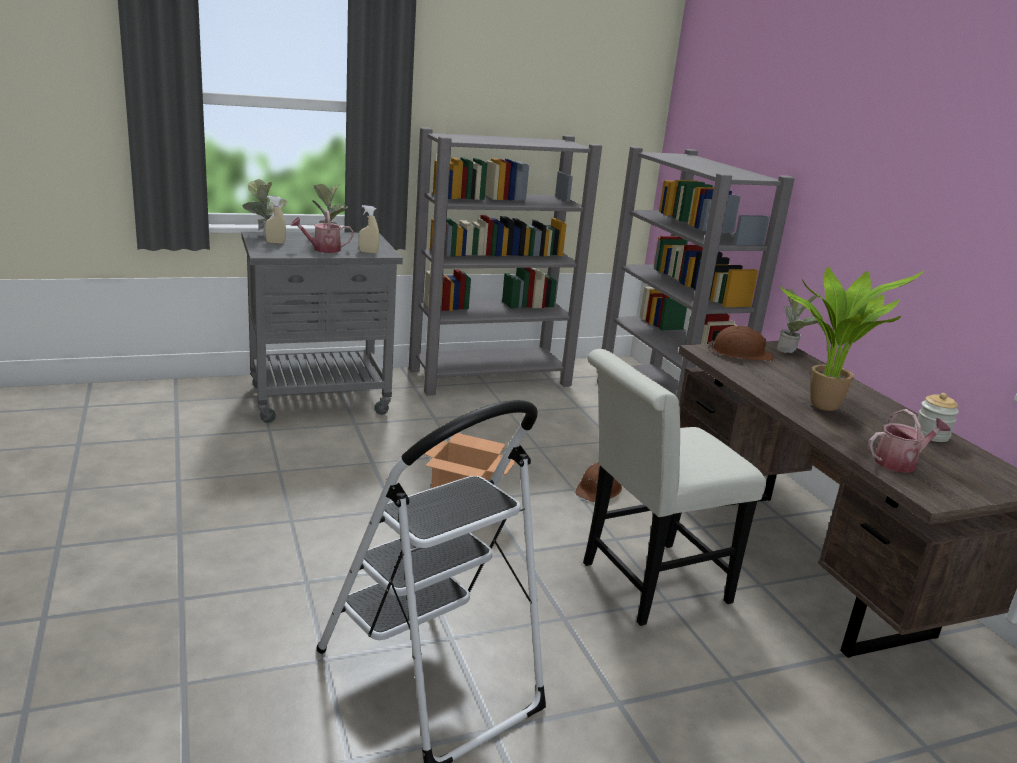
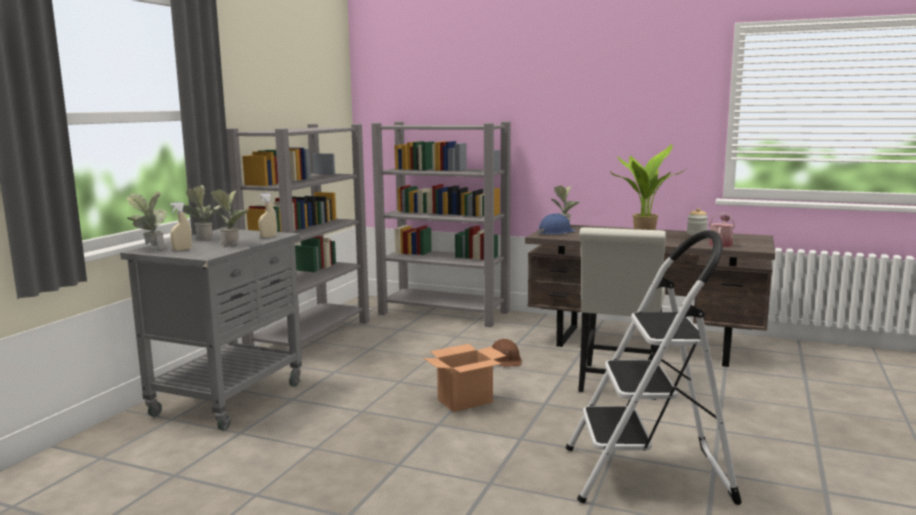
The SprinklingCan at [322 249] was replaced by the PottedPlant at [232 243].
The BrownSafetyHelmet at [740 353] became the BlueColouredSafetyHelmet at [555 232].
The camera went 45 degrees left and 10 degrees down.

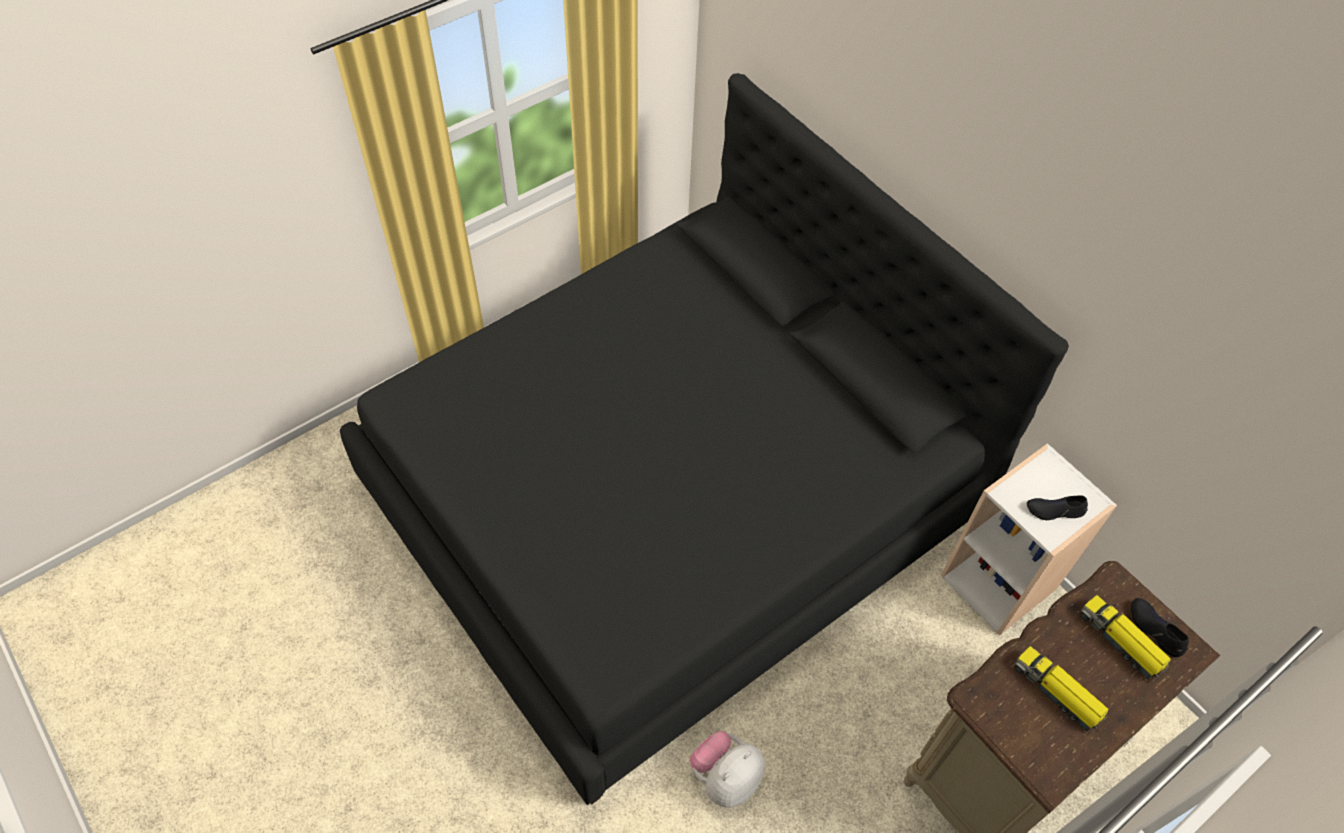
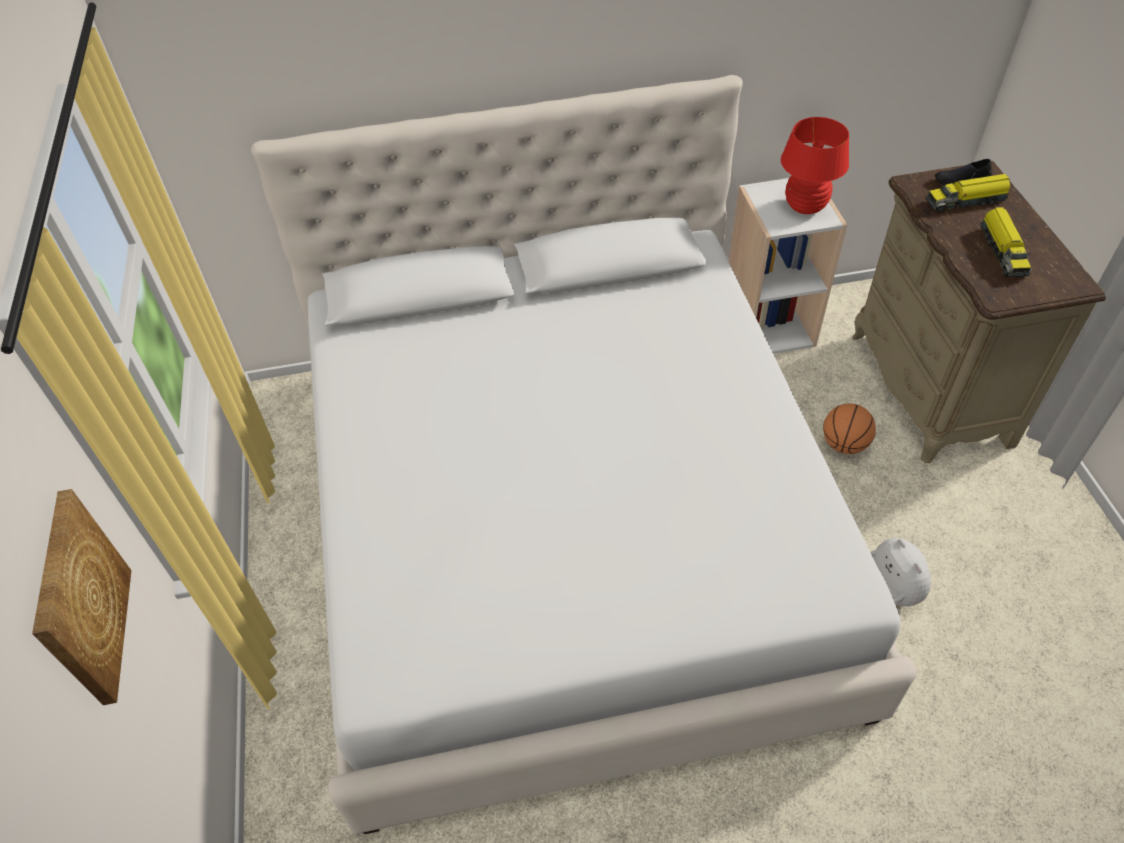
The WallPicture at [80 599] appeared.
The Basketball at [844 444] appeared.
The BlackColouredLowShoe at [1054 510] was replaced by the RedColouredLampForATable at [805 207].
The BlackColouredBedroomBed at [669 498] became the WhiteBedroomBed at [566 522].
The ToyLorry at [1058 693] turned 75 degrees counterclockwise.
The camera went 60 degrees left and 5 degrees down.

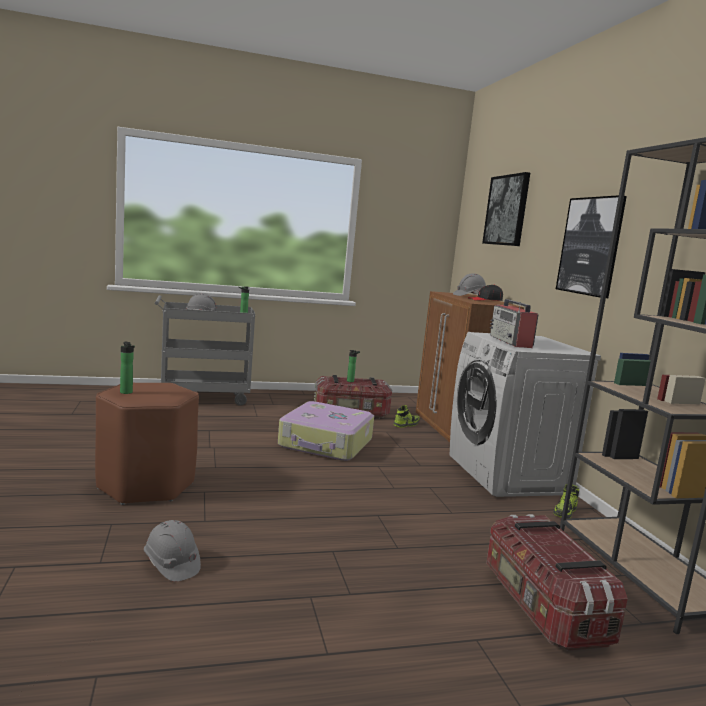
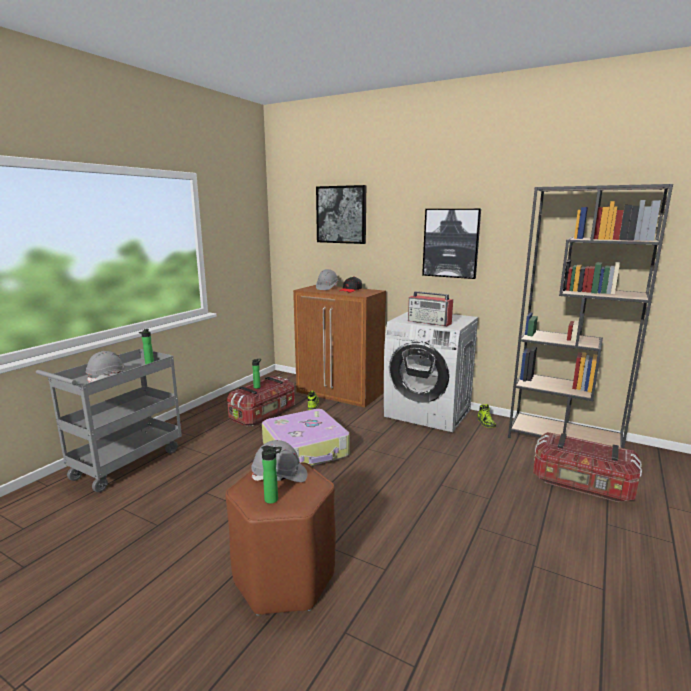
The GraySafetyHelmet moved from [171 564] to [279 476].
The camera went 45 degrees left and 5 degrees up.

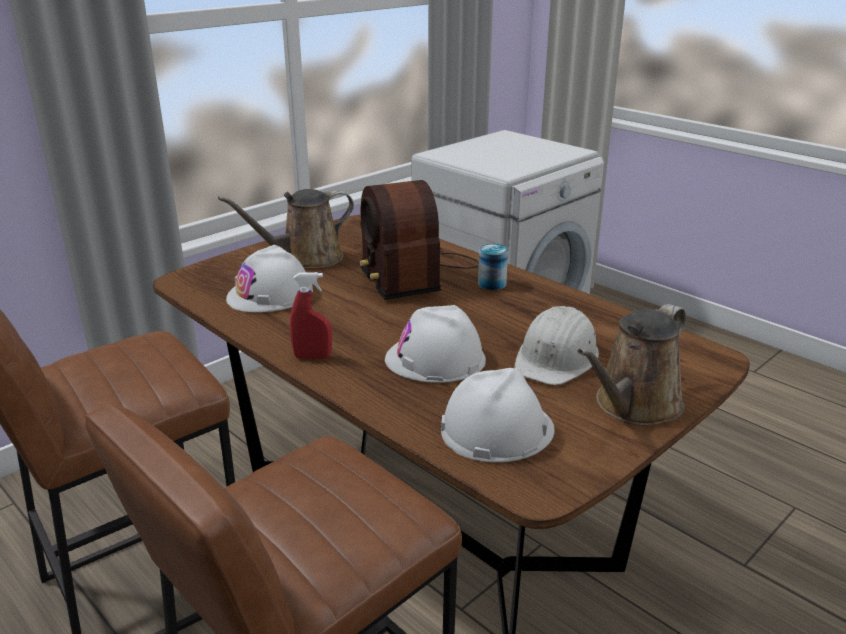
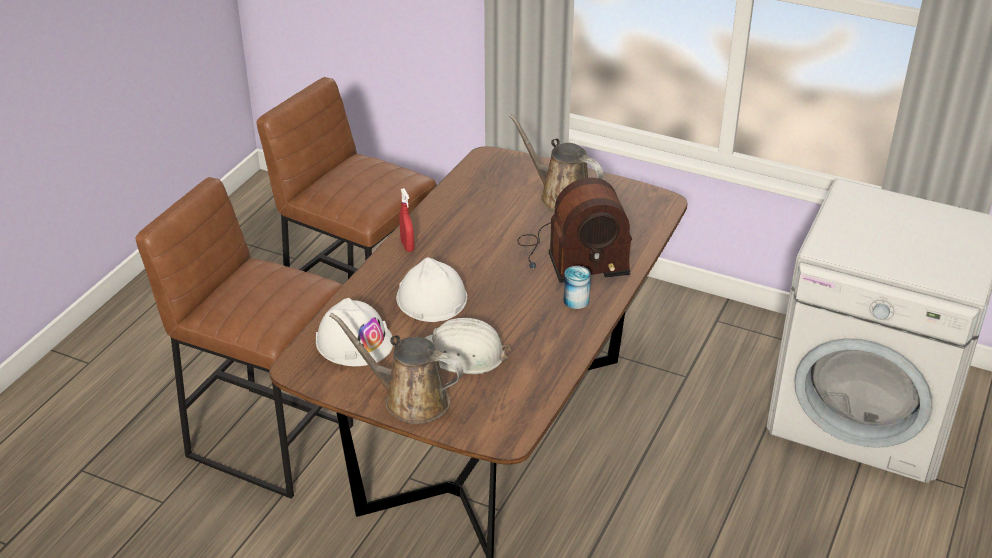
The WhiteSafetyHelmet at [270 294] disappeared.
The RadioReceiver at [414 273] turned 150 degrees counterclockwise.
The camera went 70 degrees right and 10 degrees up.

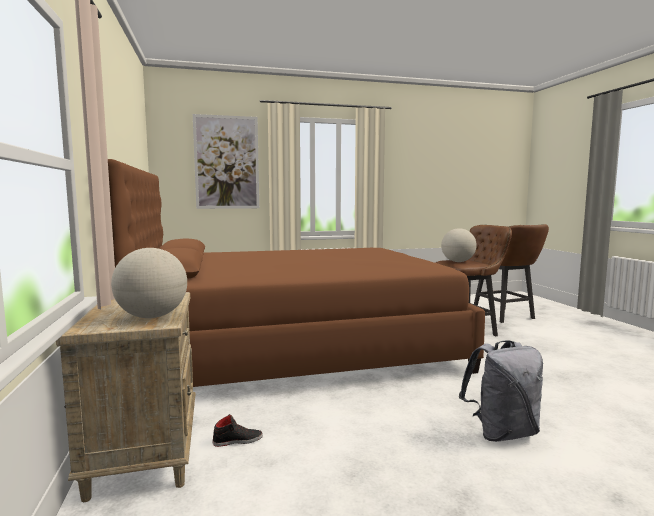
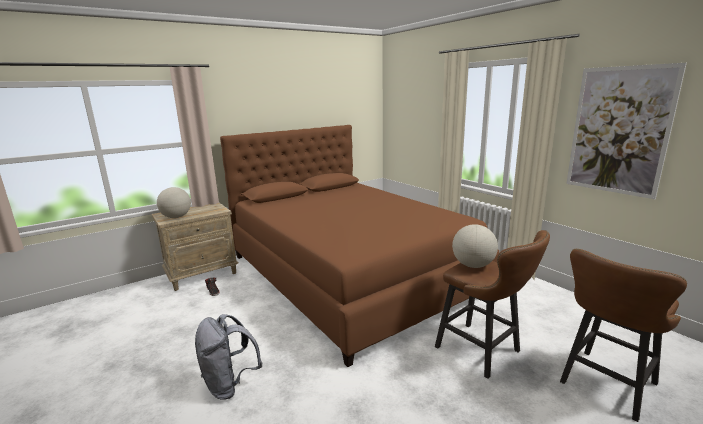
The WallPicture moved from [227 162] to [618 131].
The camera went 70 degrees right and 10 degrees up.

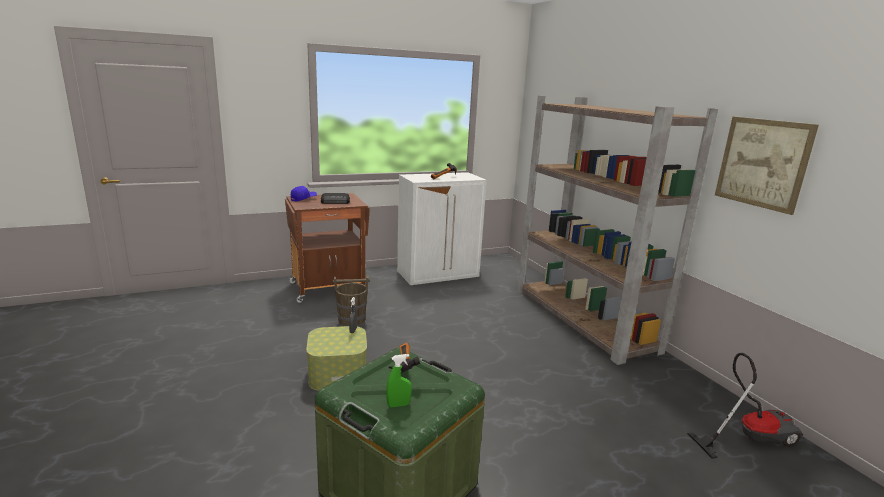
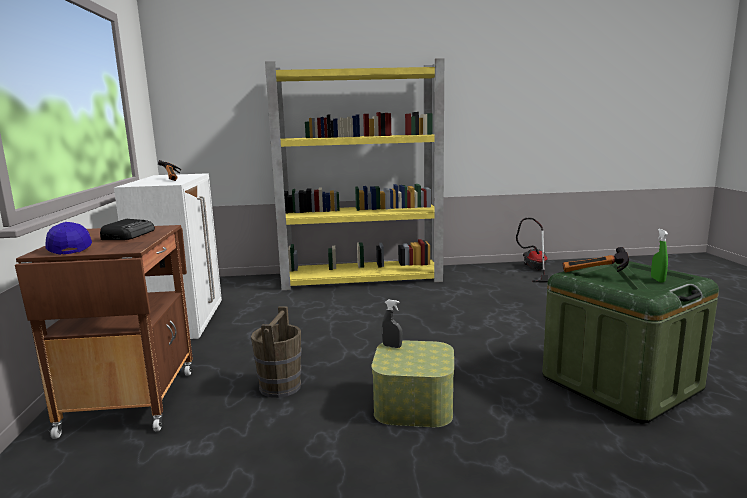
The WallPicture at [762 163] disappeared.
The BrownBookcase at [582 319] became the YellowishBookcase at [361 278].
The camera went 70 degrees left and 5 degrees down.

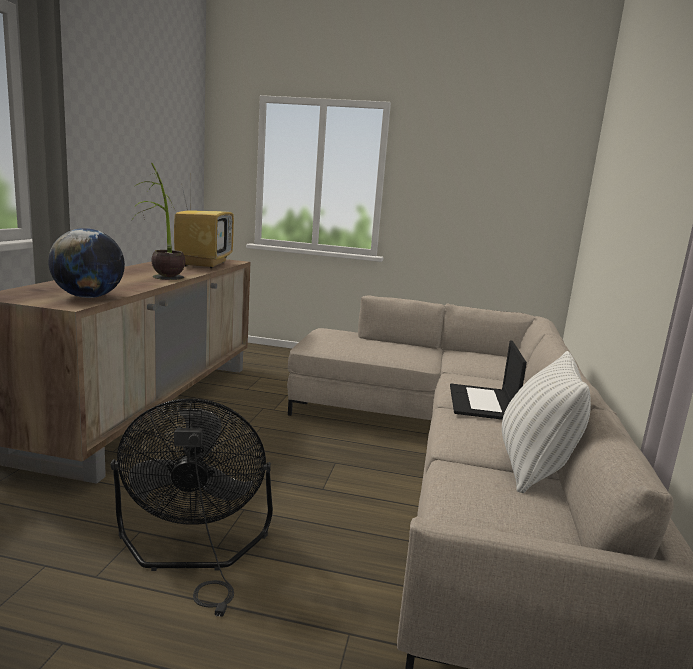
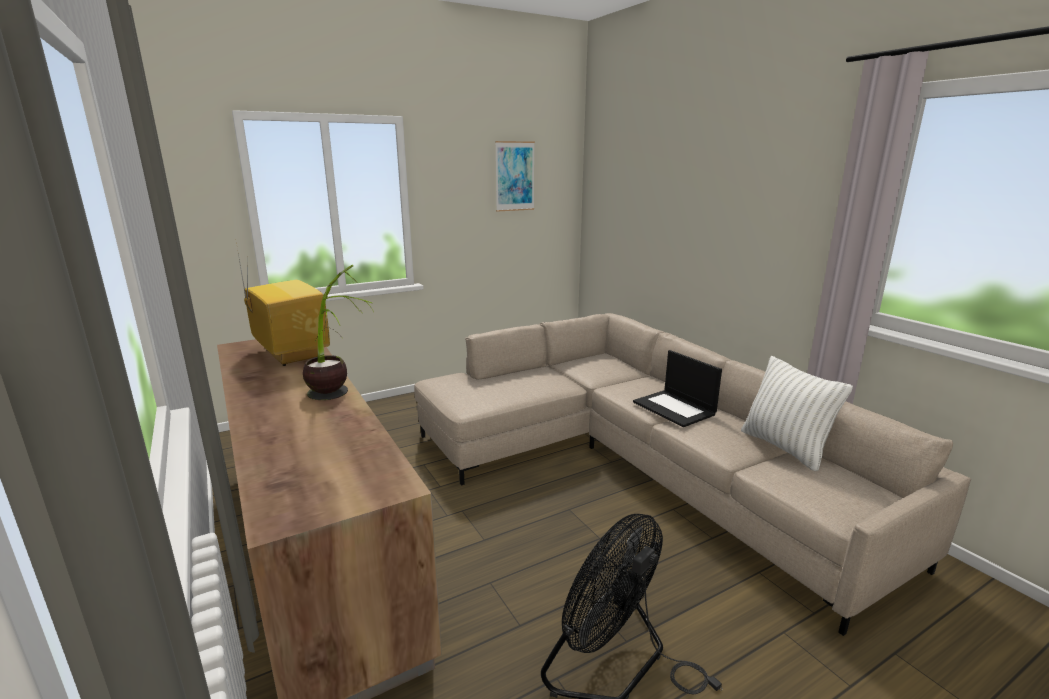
The WorldGlobe at [89 297] disappeared.
The WallPicture at [515 176] appeared.
The camera went 40 degrees left and 5 degrees up.

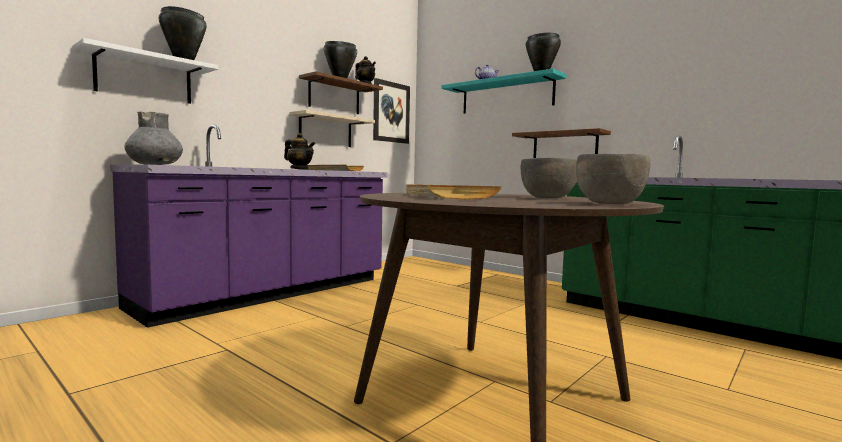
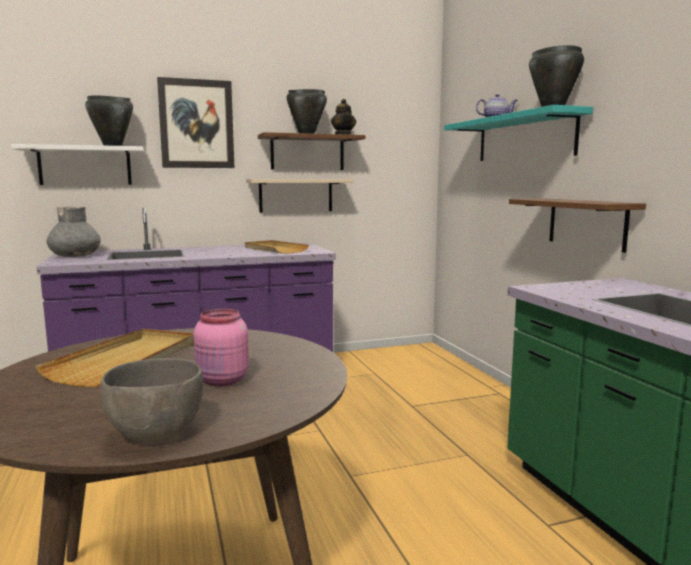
The Teapot at [299 169] disappeared.
The WallPicture moved from [391 112] to [196 124].
The GrayDeepDish at [548 198] was replaced by the PinkColouredStorageJar at [222 381].
The camera went 30 degrees right and 5 degrees up.

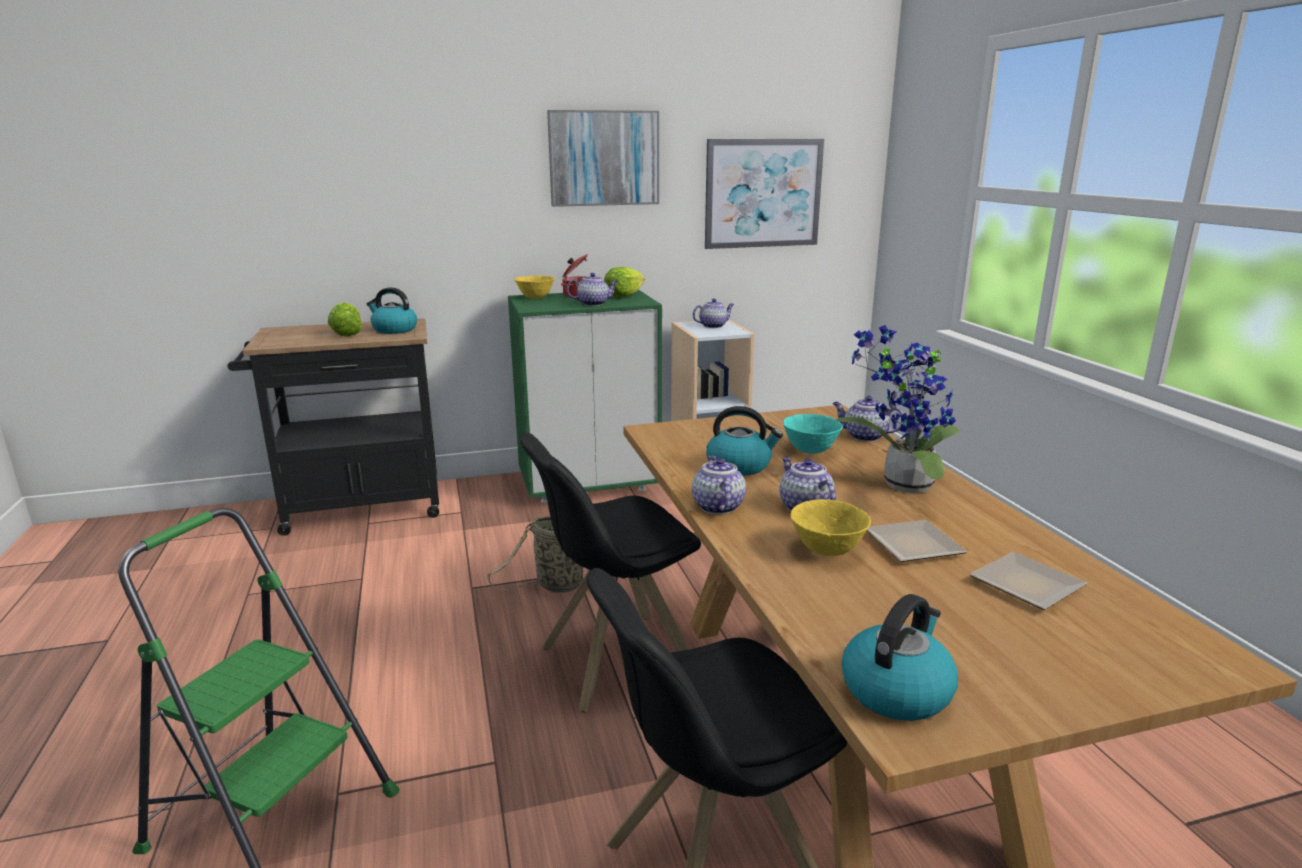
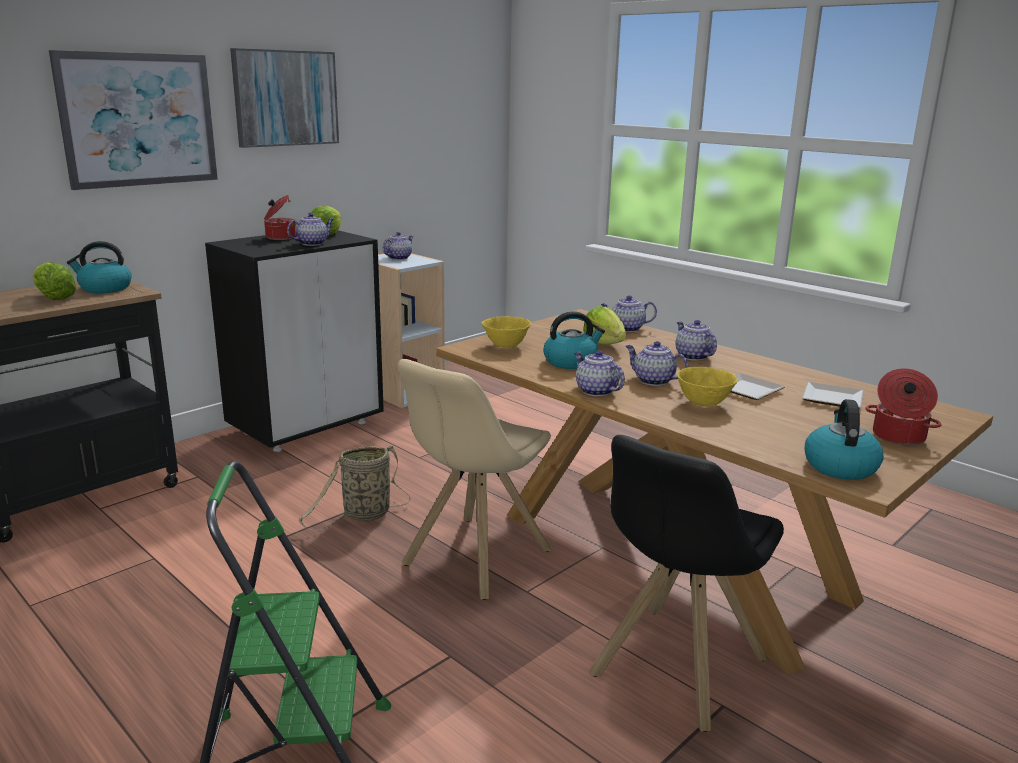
The CookingPot at [898 437] appeared.
The YellowishDeepDish moved from [535 298] to [505 346].
The WallPicture moved from [763 193] to [139 120].
The BlueGreenDeepDish at [810 450] was replaced by the Lettuce at [604 344].
The PottedPlant at [901 485] was replaced by the Teapot at [692 356].
The GreenCupboard at [589 484] became the BlackColouredCupboard at [307 427].
The BlackColouredUprightChair at [617 661] became the SandColouredUprightChair at [475 557].
The camera went 30 degrees left and 0 degrees up.

